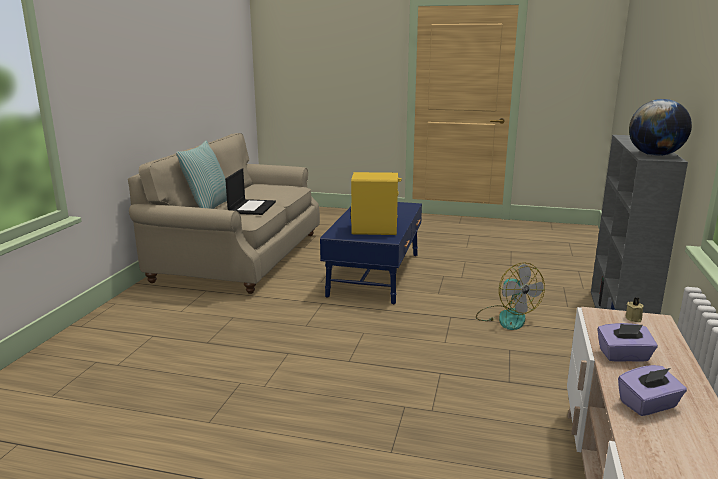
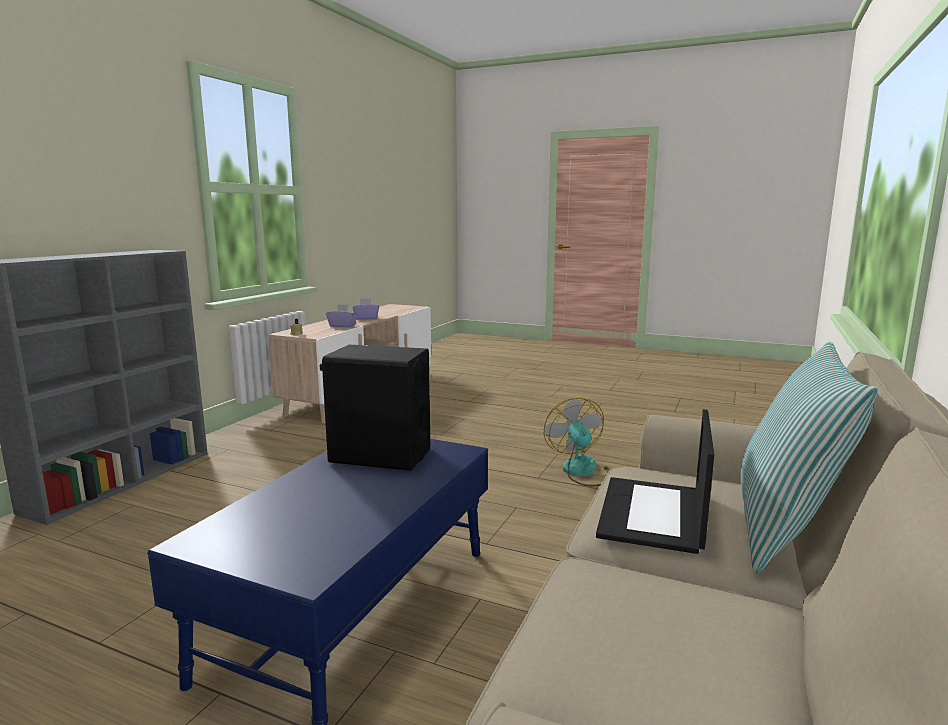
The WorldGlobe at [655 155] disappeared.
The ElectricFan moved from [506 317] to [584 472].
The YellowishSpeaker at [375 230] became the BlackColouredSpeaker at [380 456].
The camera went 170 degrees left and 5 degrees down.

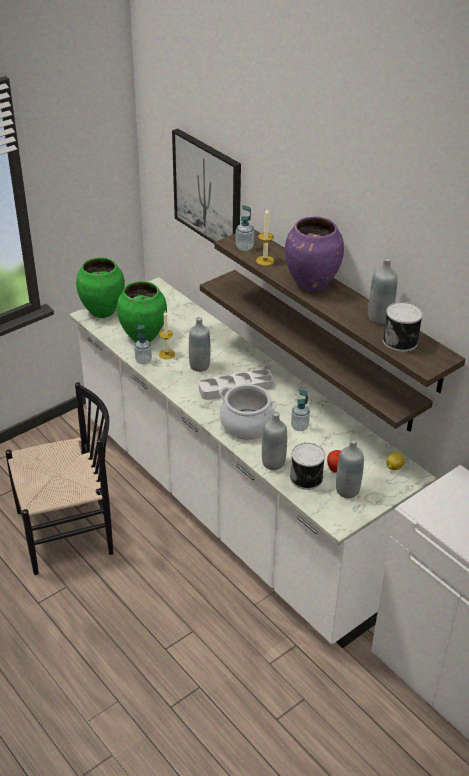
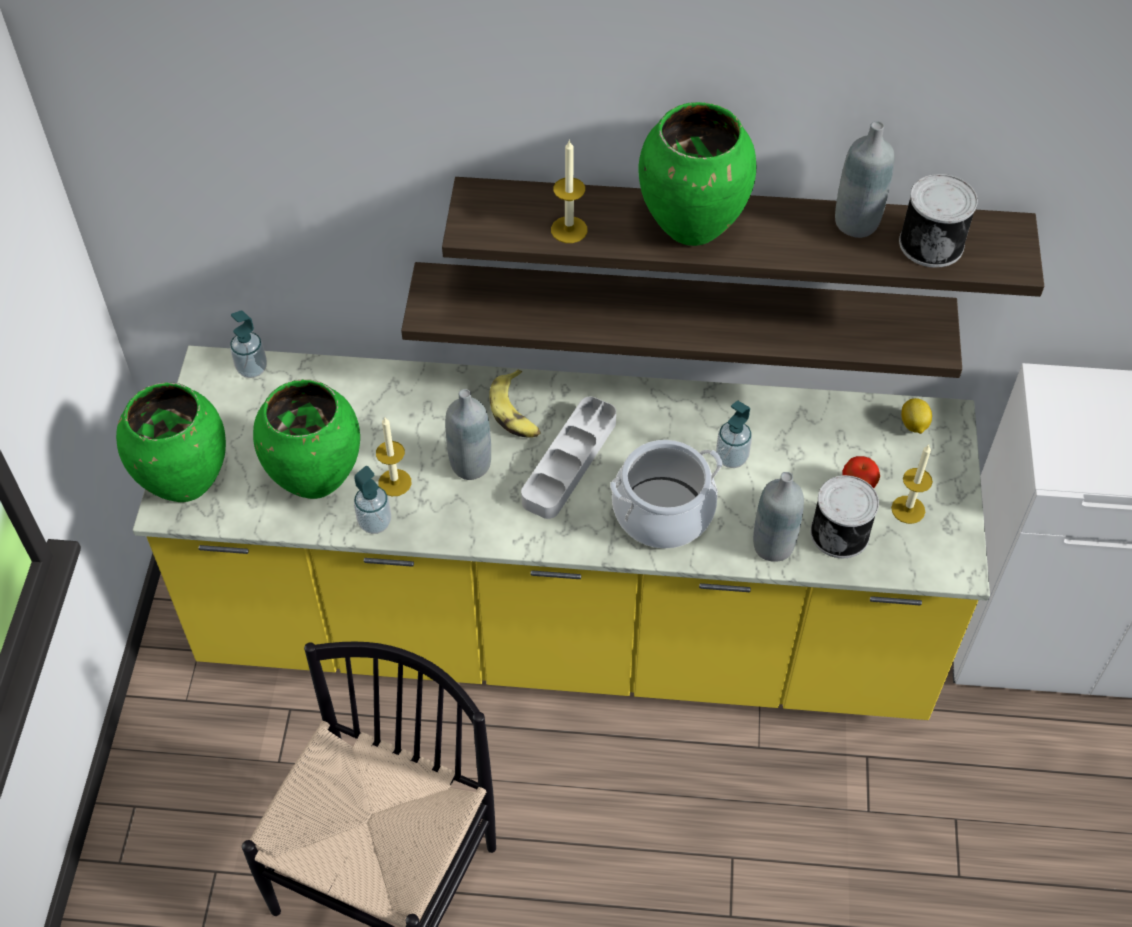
The WallPicture at [208 191] disappeared.
The BananaFruit at [516 412] appeared.
The LiquidSoapBottle moved from [244 247] to [252 368].
The GrayDrinkBottle at [347 490] was replaced by the WaxLight at [908 509].
The WhiteKitchenCounter at [232 507] became the YellowishKitchenCounter at [566 629].
The PurpleFlowerVase at [312 284] became the GreenFlowerVase at [693 227].
The camera went 45 degrees left and 15 degrees up.

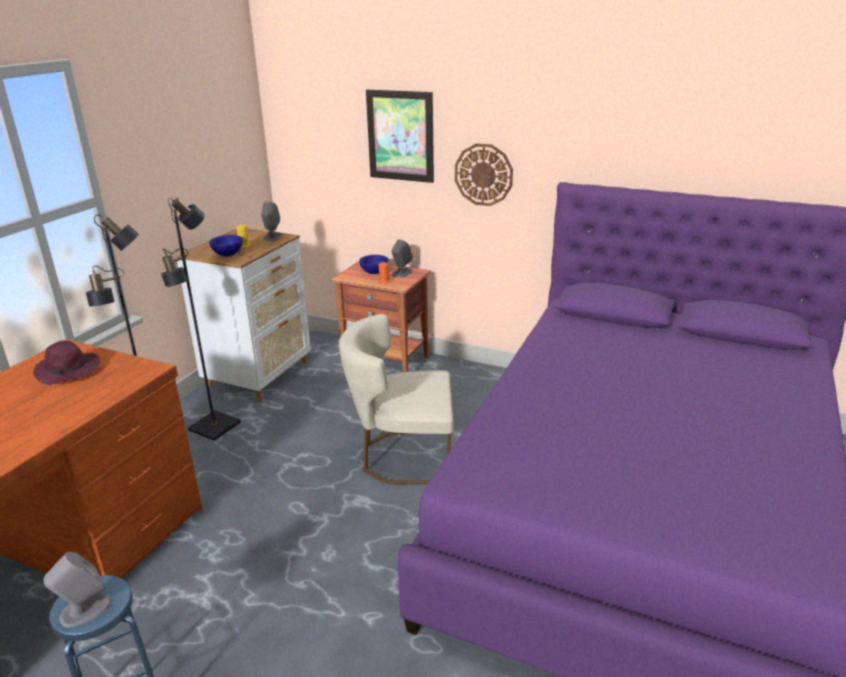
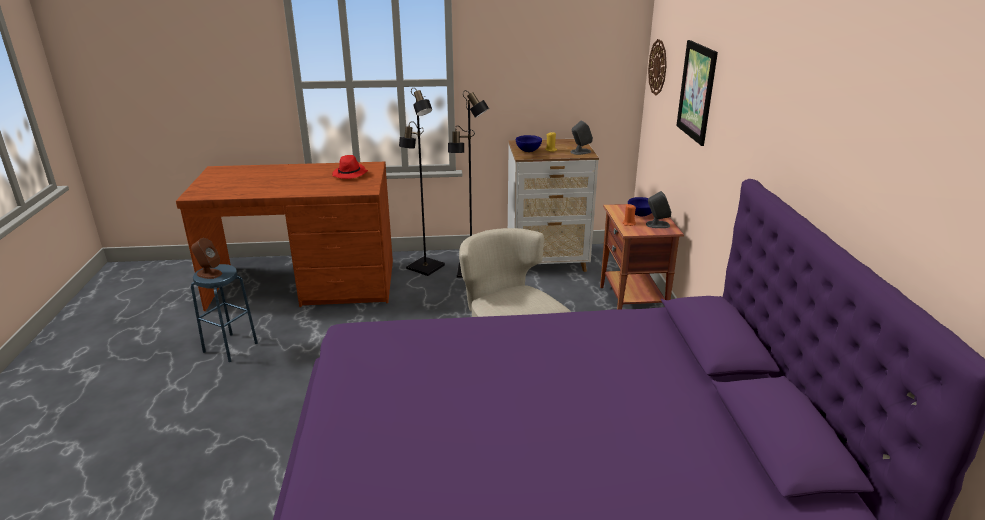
The HangingClock moved from [483 174] to [658 67].
The PurpleWearableHat at [69 371] became the RedColouredWearableHat at [350 174].
The GraySpeaker at [84 610] became the BrownSpeaker at [209 273].
The camera went 60 degrees right and 0 degrees up.

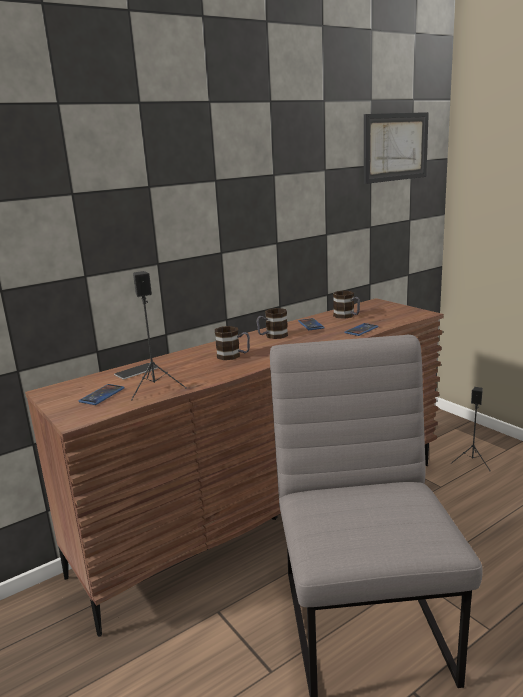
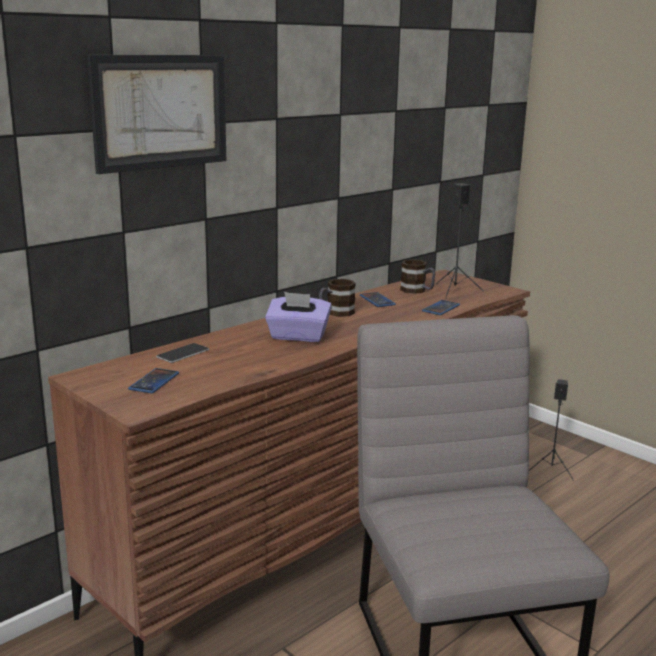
The BlackColouredSpeaker moved from [156 388] to [455 291].
The WallPicture moved from [395 147] to [160 112].
The CoffeeMug at [233 356] was replaced by the PurpleTissueHolder at [298 336].
The camera went 10 degrees left and 0 degrees up.

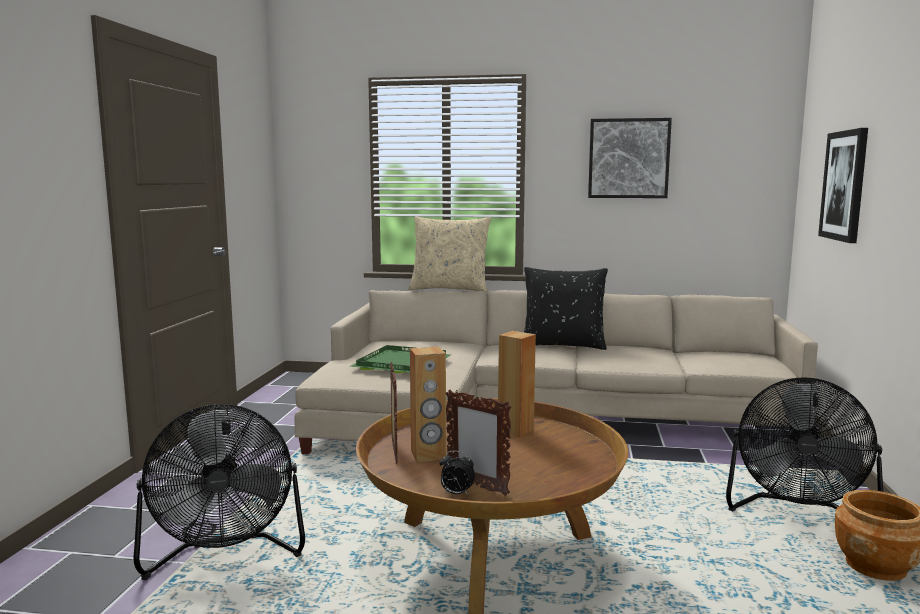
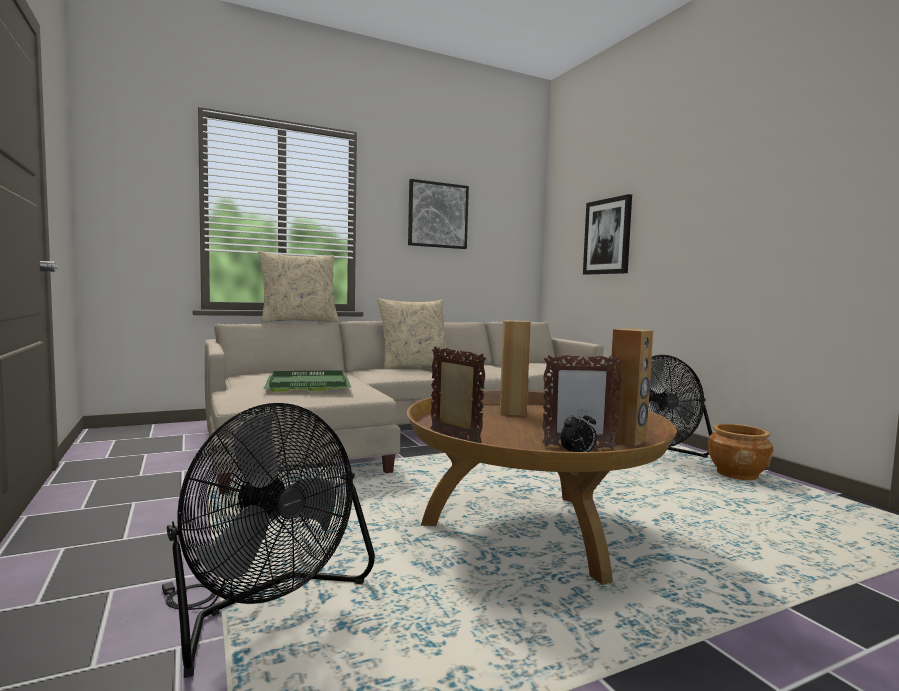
The BrownSpeaker moved from [428 455] to [627 440].
The BlackColouredThrowPillow at [563 345] became the SandColouredThrowPillow at [414 366].
The camera went 35 degrees left and 5 degrees down.

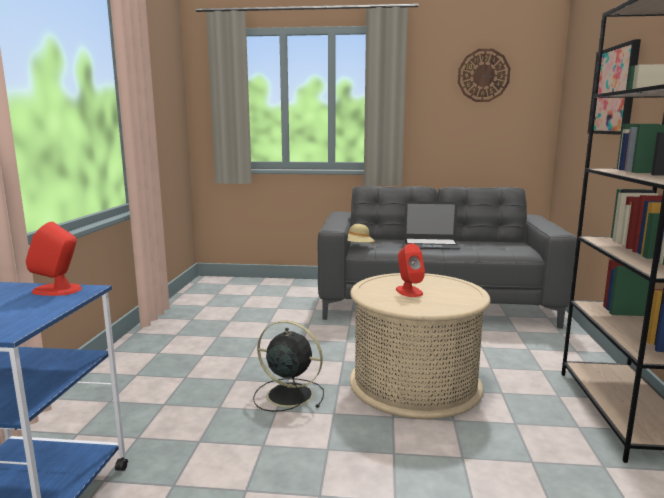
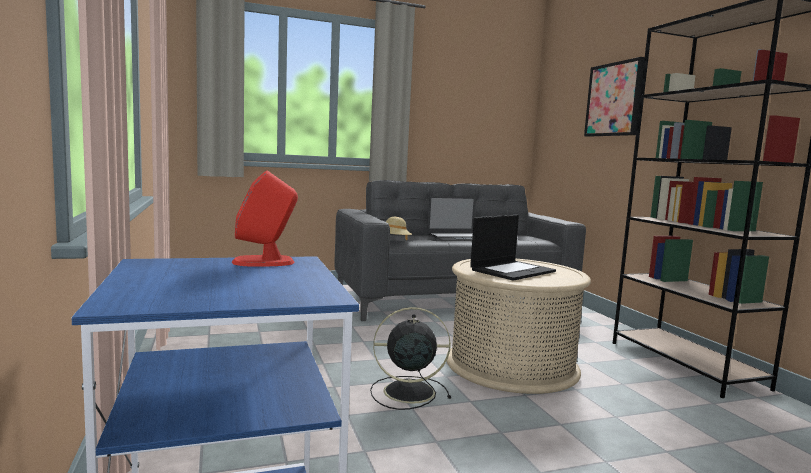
The HangingClock at [483 75] disappeared.
The RedColouredSpeaker at [409 291] was replaced by the PortableComputer at [512 270].
The camera went 25 degrees left and 5 degrees down.

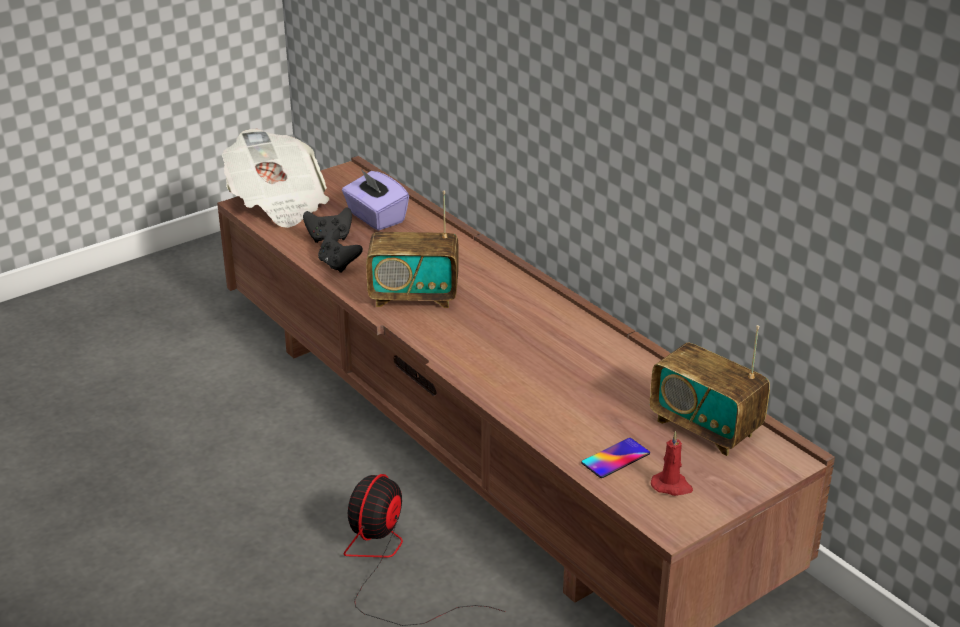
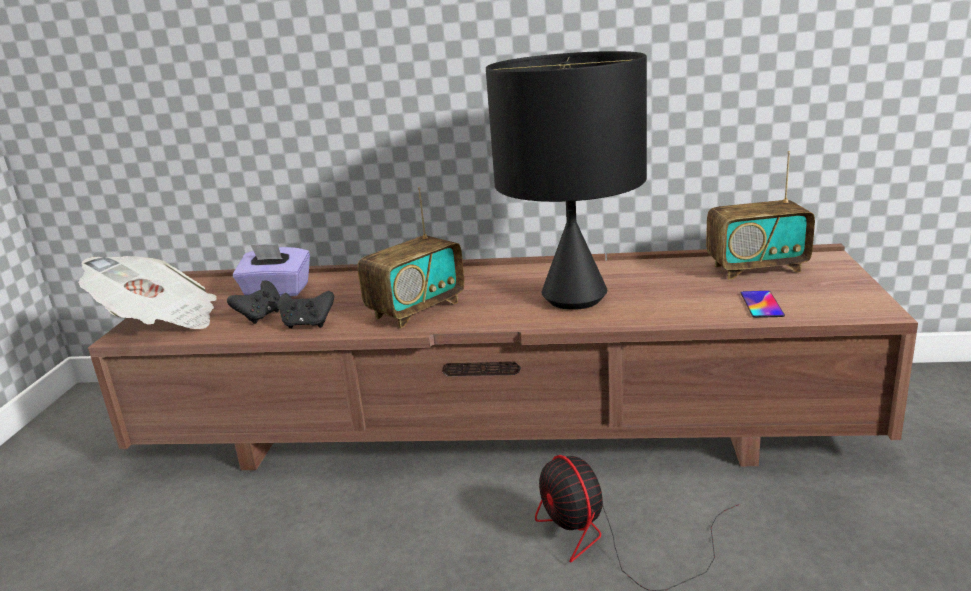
The RedColouredWaxLight at [672 486] disappeared.
The BlackColouredLampForATable at [574 299] appeared.
The camera went 45 degrees left and 10 degrees down.

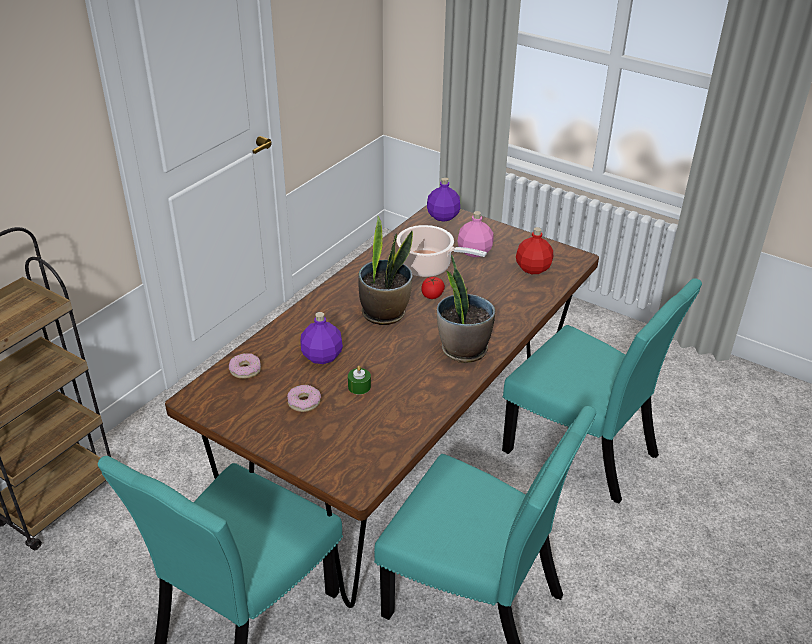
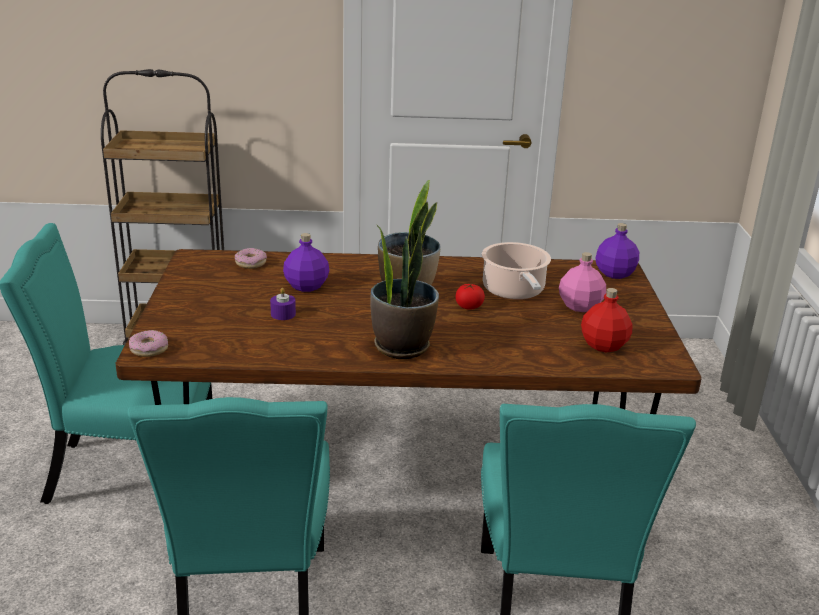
The Donut moved from [304 402] to [149 349].
The GreenWaxLight at [359 386] became the PurpleWaxLight at [283 314].
The camera went 55 degrees right and 10 degrees down.

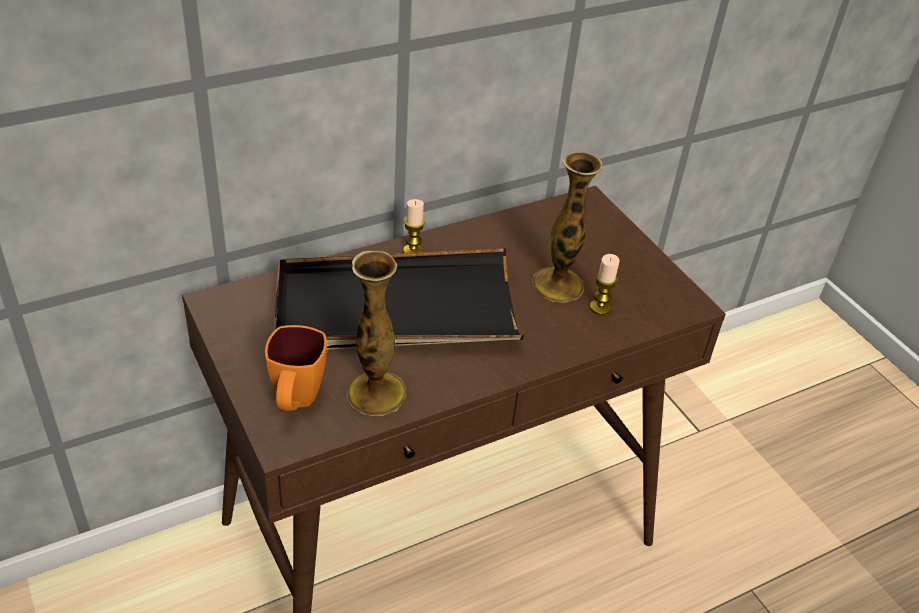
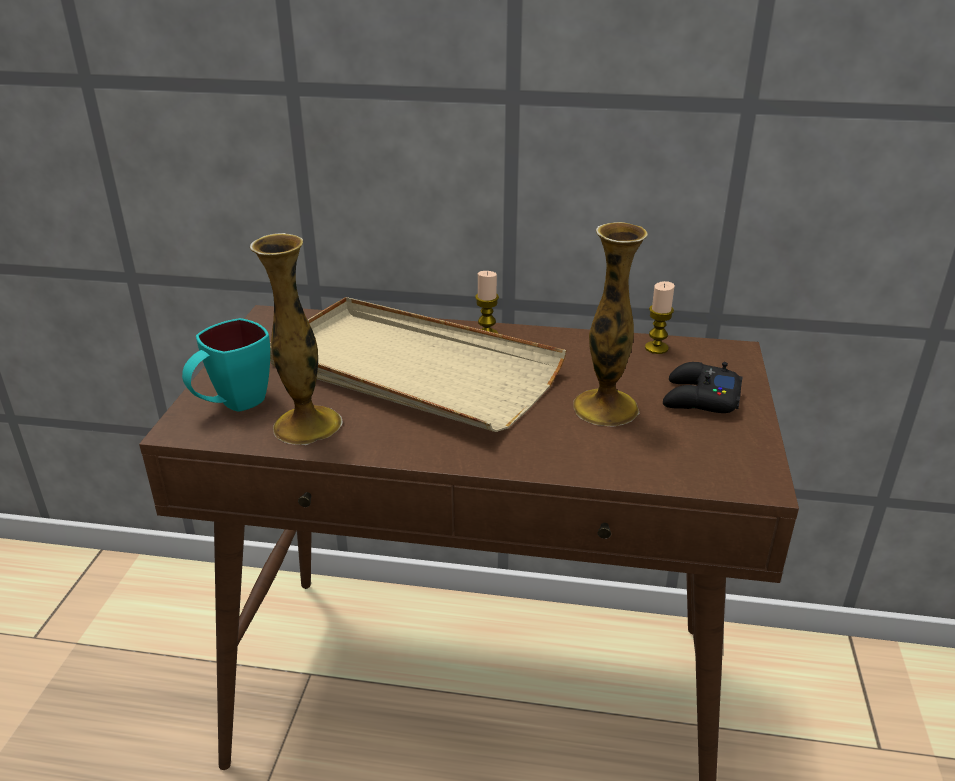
The BlackColouredGamepad at [700 398] appeared.
The WaxLight moved from [600 307] to [656 348].
The OrangeColouredCoffeeMug at [296 403] became the BlueGreenCoffeeMug at [232 405].
The BlackColouredTray at [395 309] became the SandColouredTray at [411 371].
The camera went 40 degrees right and 10 degrees down.

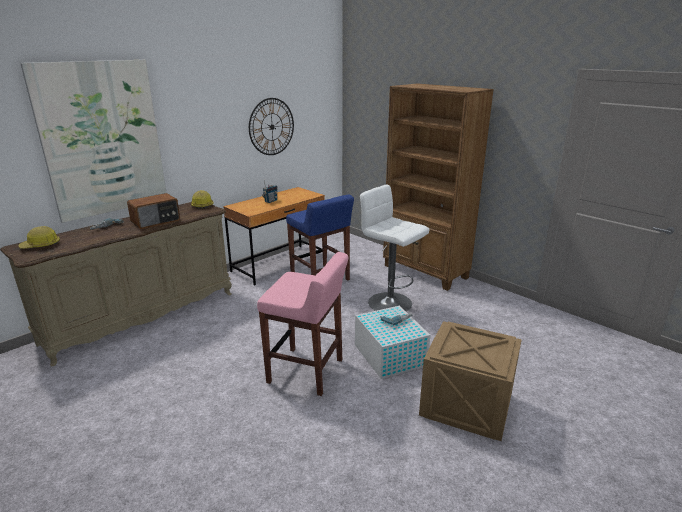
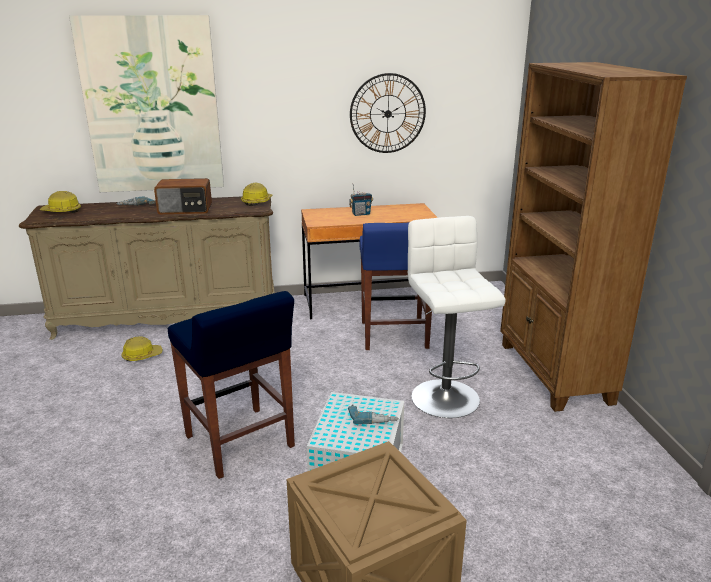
The SafetyHelmet at [142 356] appeared.
The PinkColouredSittingStool at [307 371] became the BlueColouredSittingStool at [240 443].
The camera went 35 degrees right and 0 degrees up.

